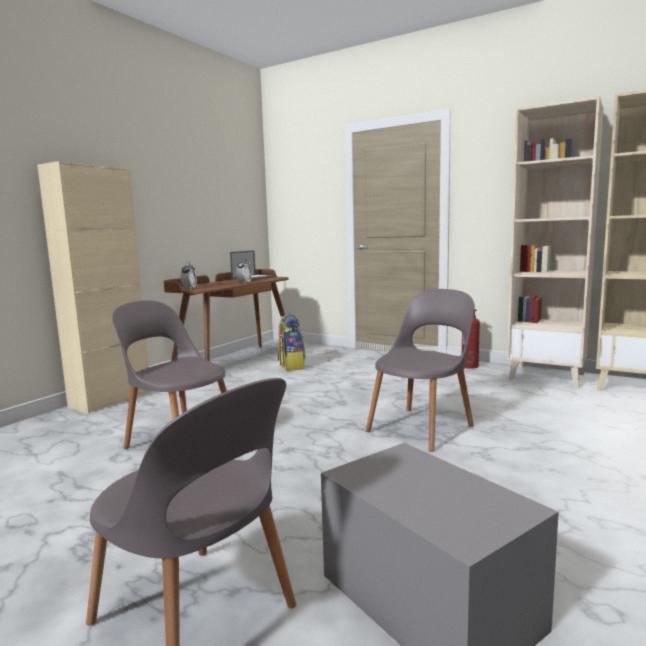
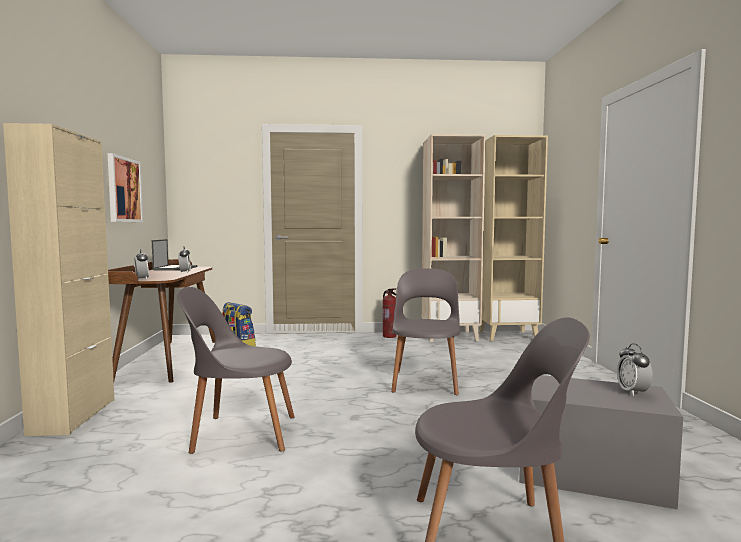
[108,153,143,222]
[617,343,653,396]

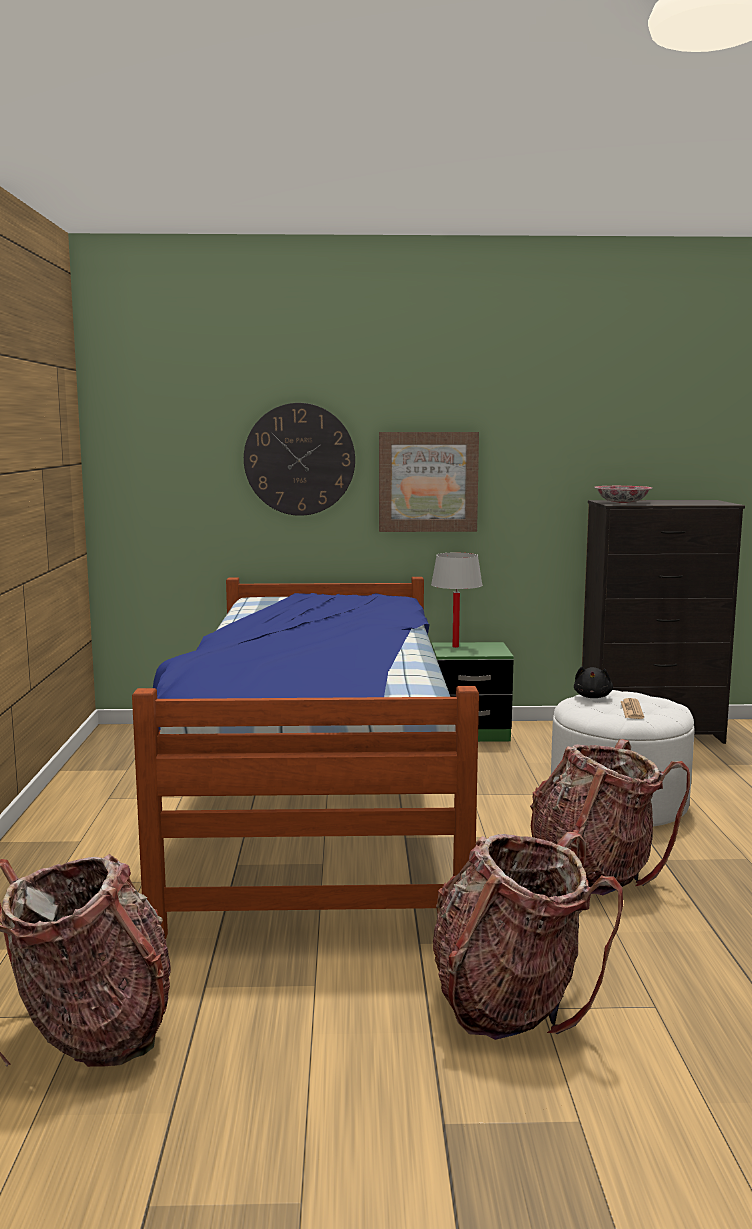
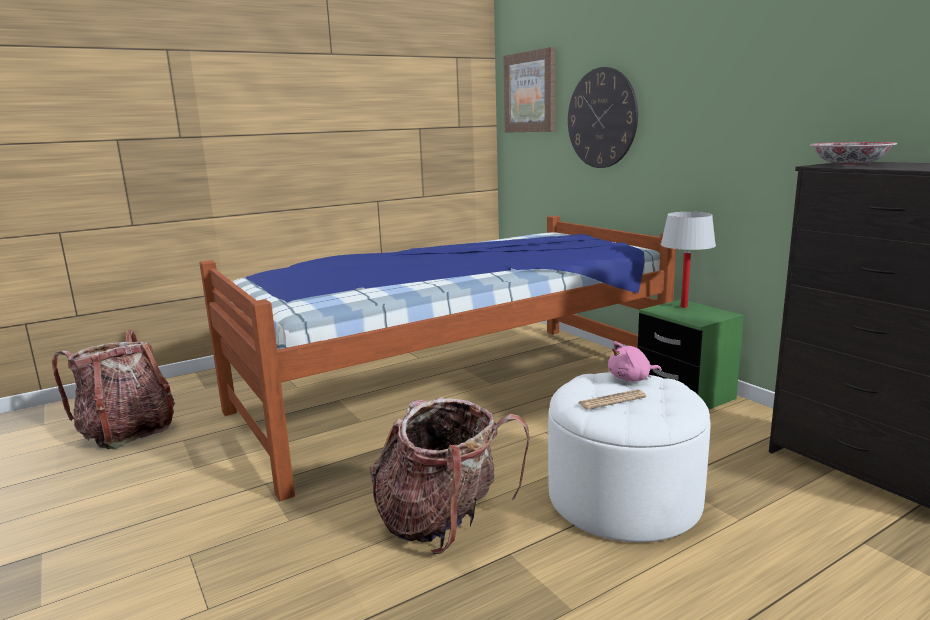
[433,832,623,1040] (first image)
[503,47,555,133]
[608,341,662,382]

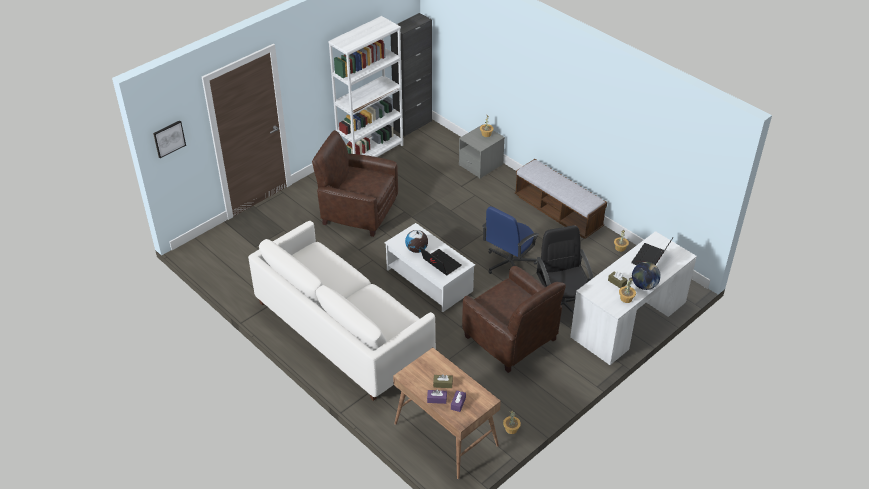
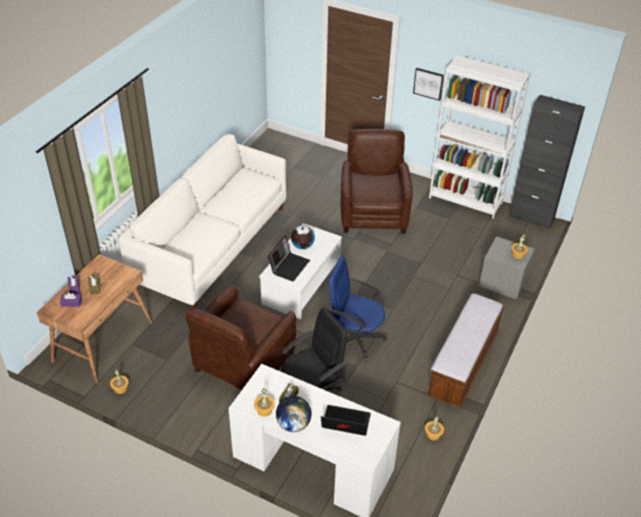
[413,68,444,101]

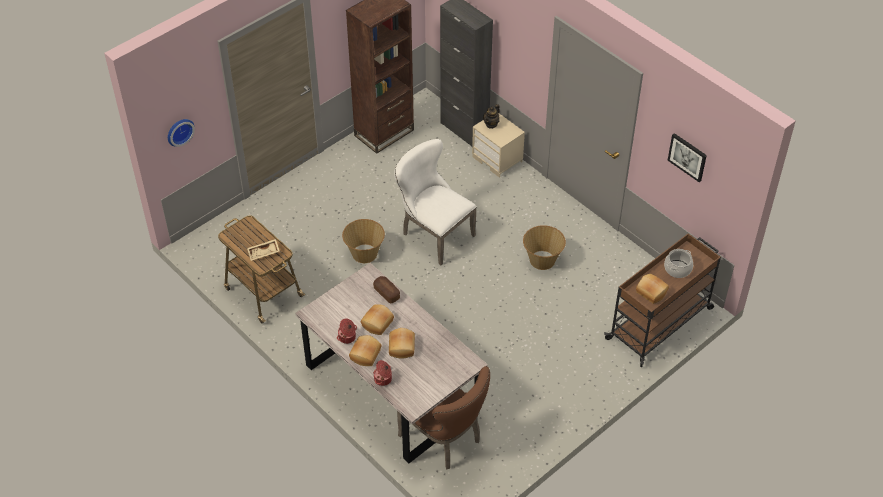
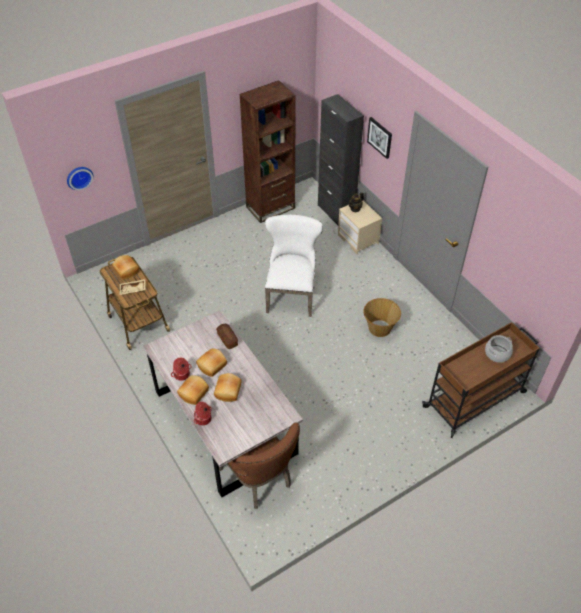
[342,219,385,263] (first image)
[112,255,139,279]
[367,117,392,159]
[265,215,323,317]

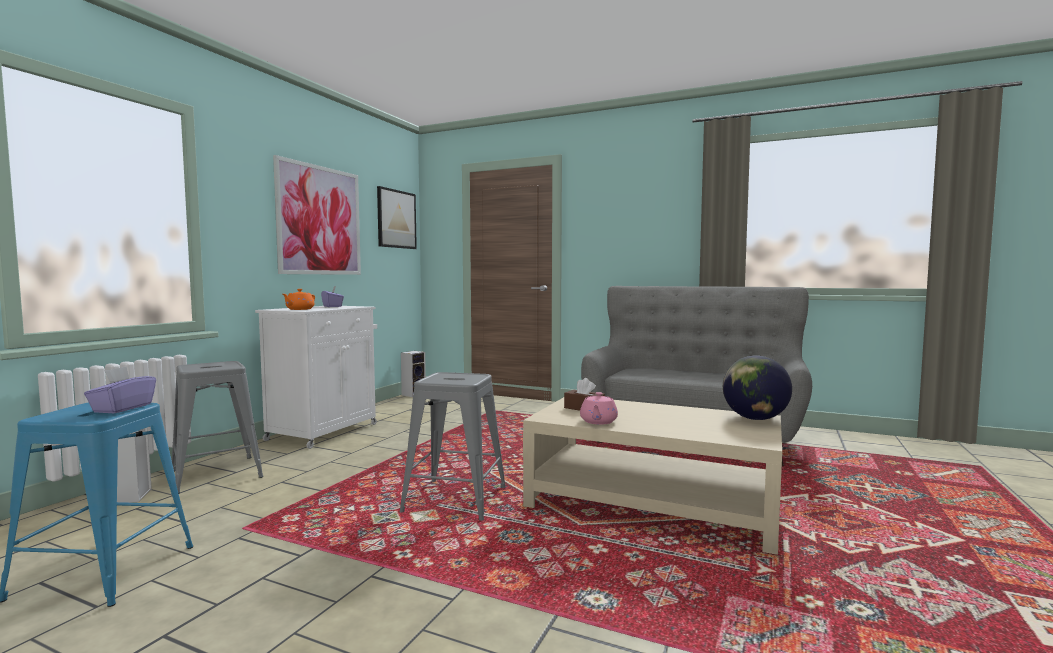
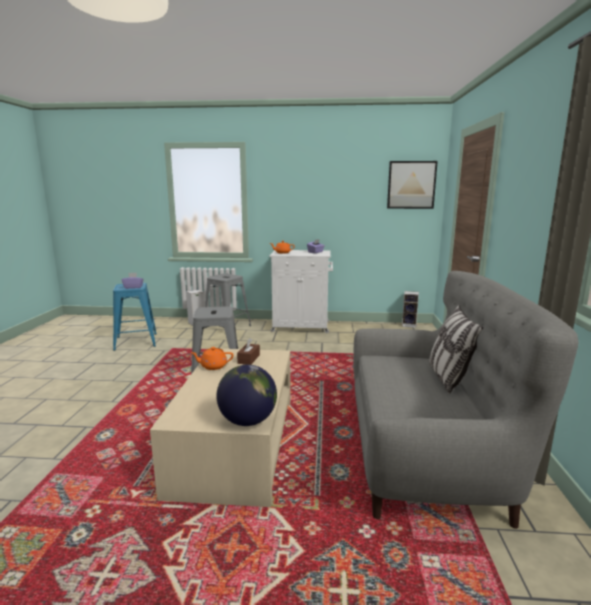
[273,155,361,275] (first image)
[429,305,483,393]
[190,347,233,370]

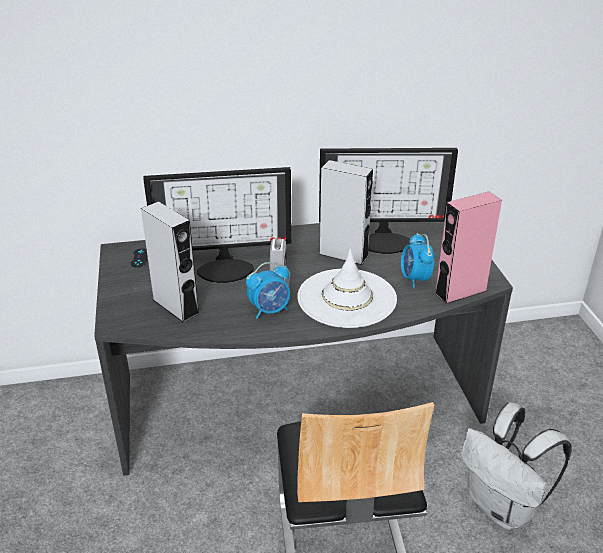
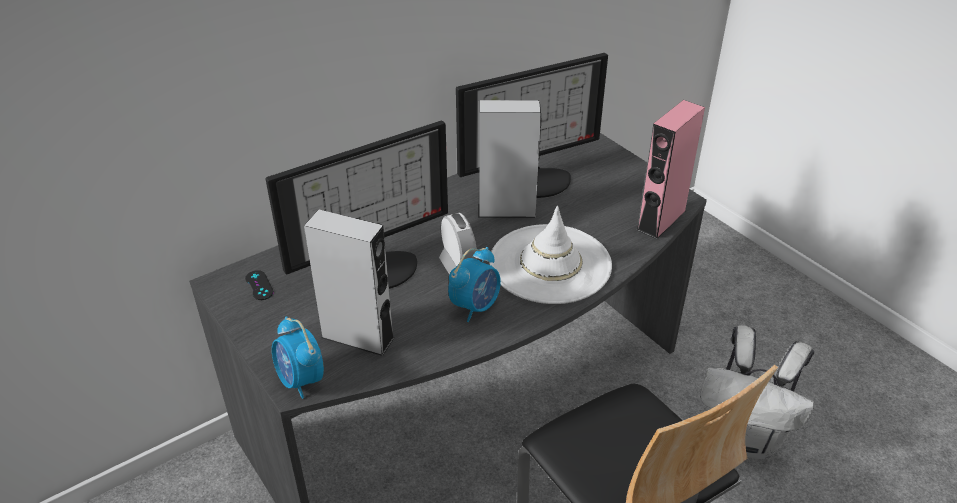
[272,316,324,399]

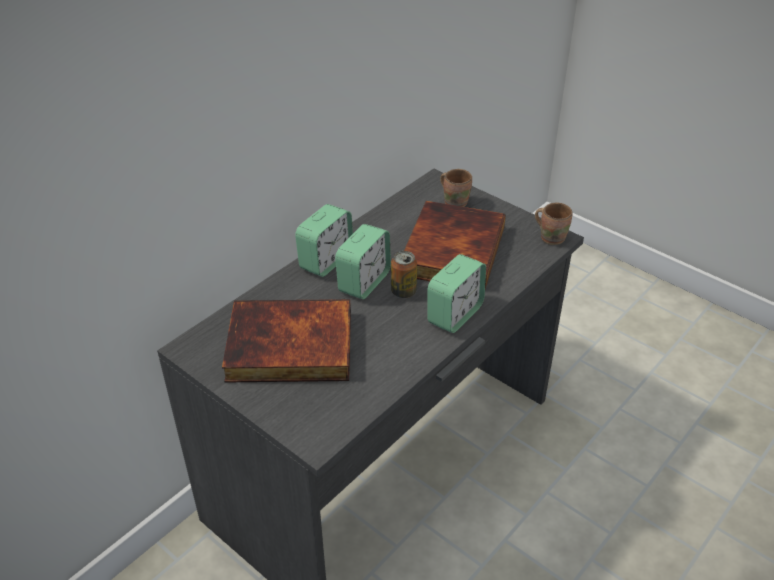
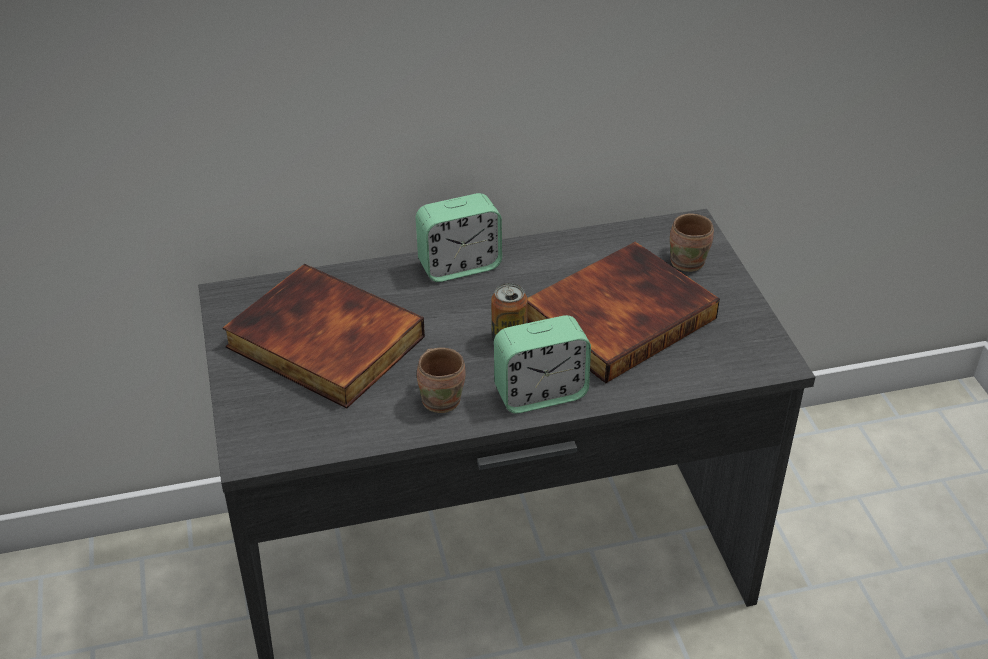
[335,224,391,299] (first image)
[417,347,466,413]

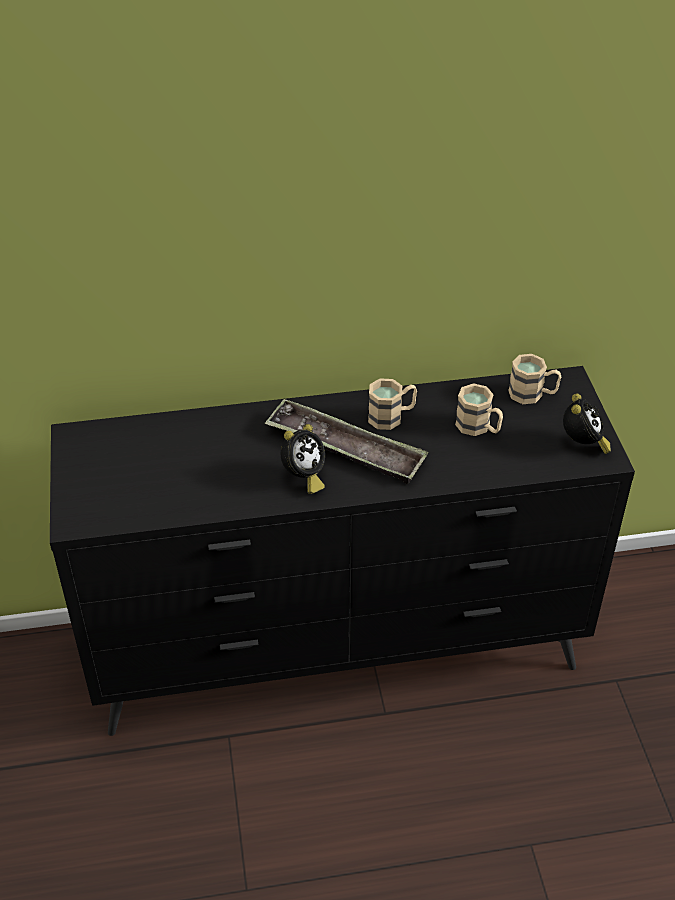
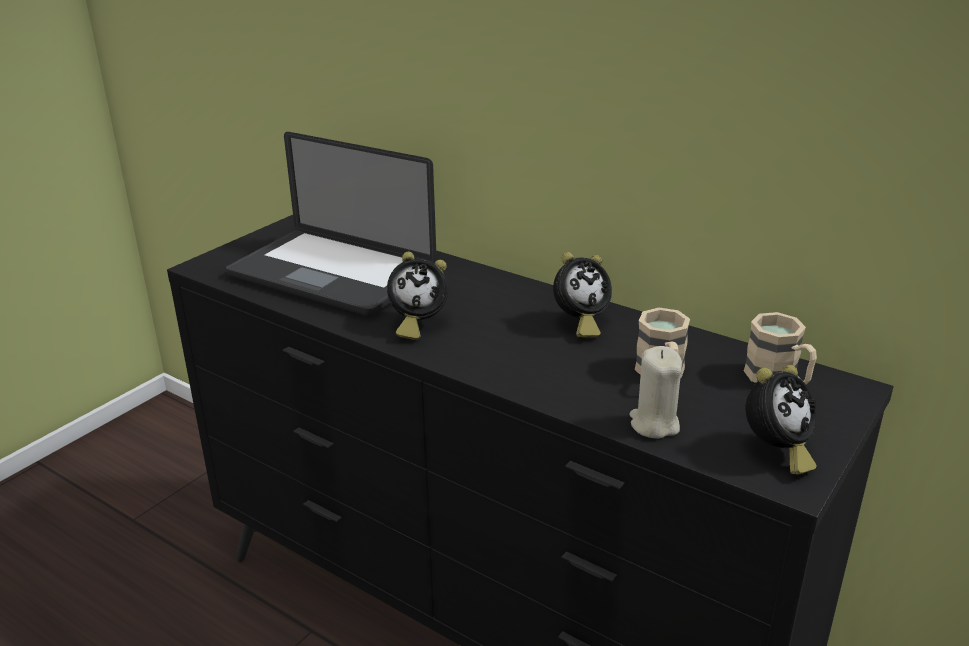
[265,399,428,484] (first image)
[226,132,437,317]
[630,346,682,439]
[553,252,612,337]

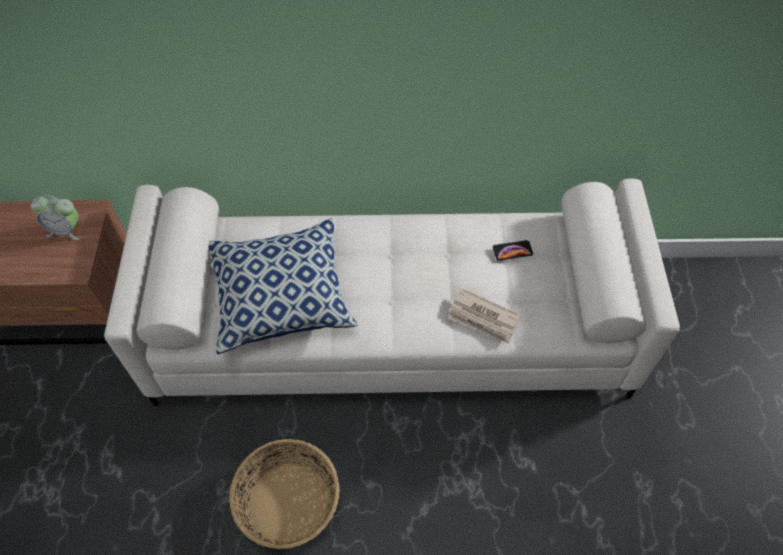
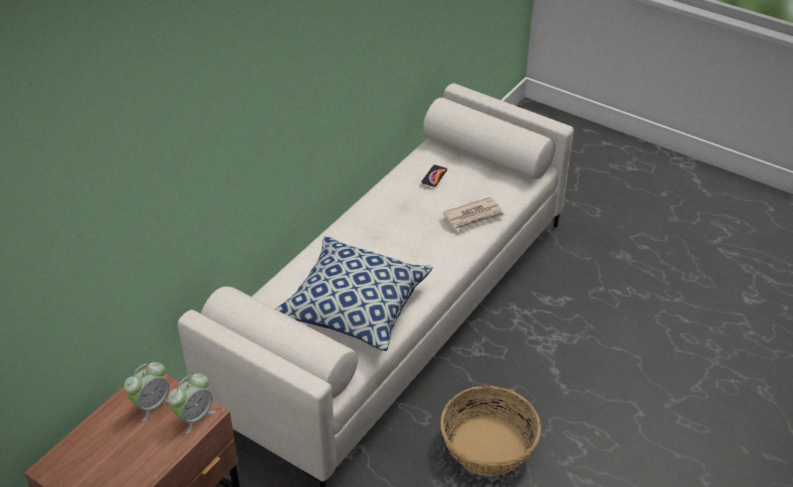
[168,374,216,434]

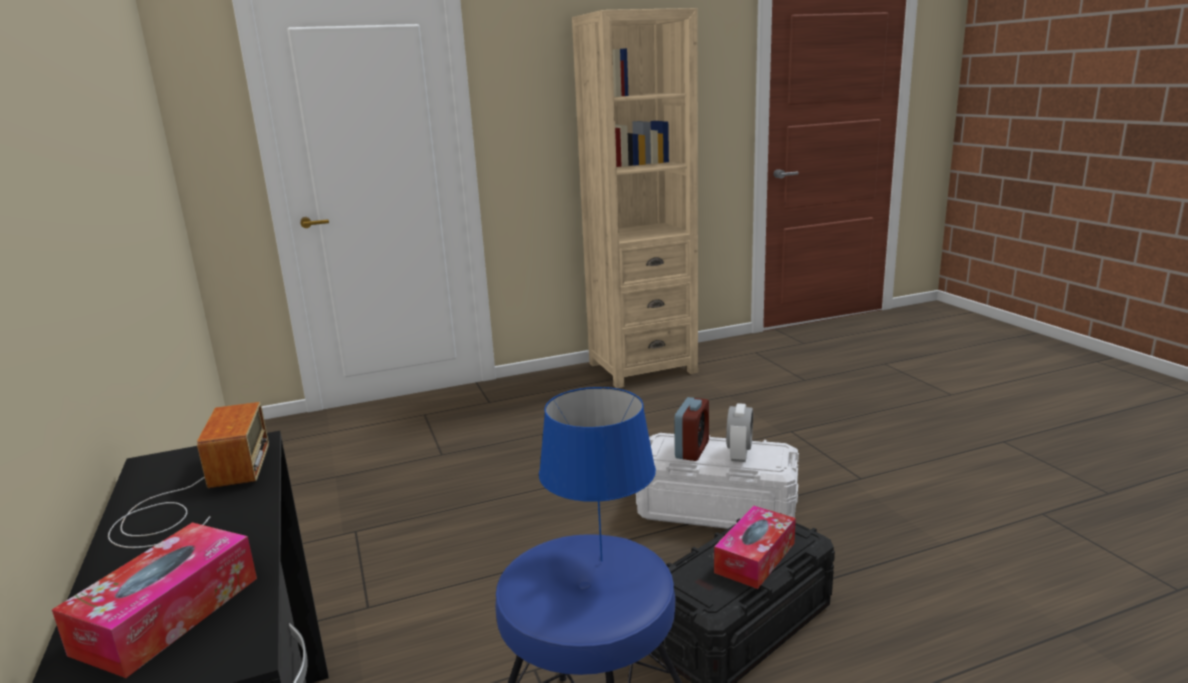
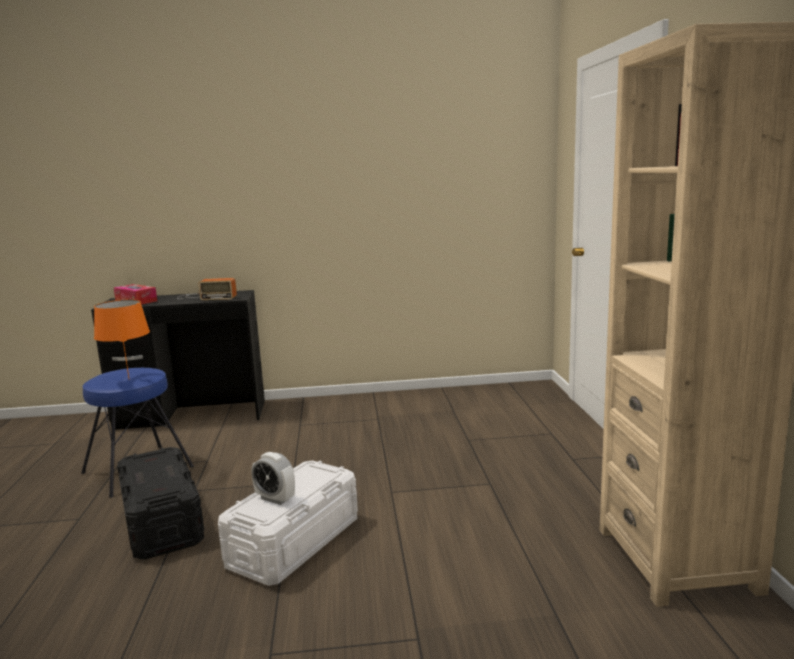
[674,397,709,461] (first image)
[714,506,796,589] (first image)
[94,299,150,378]

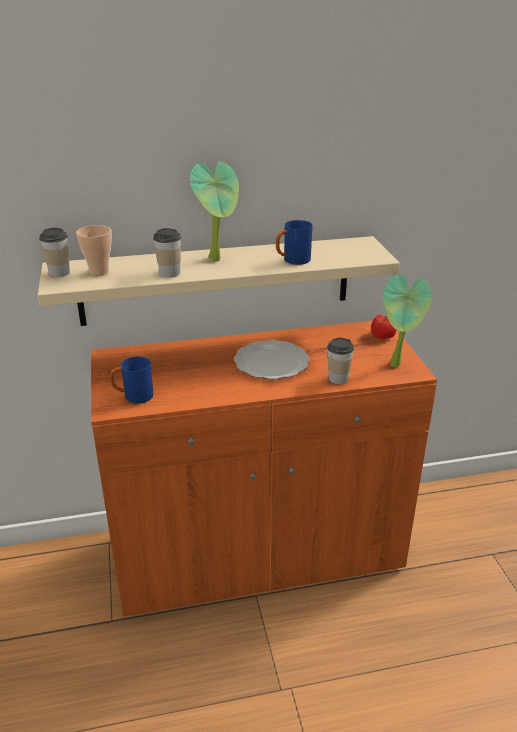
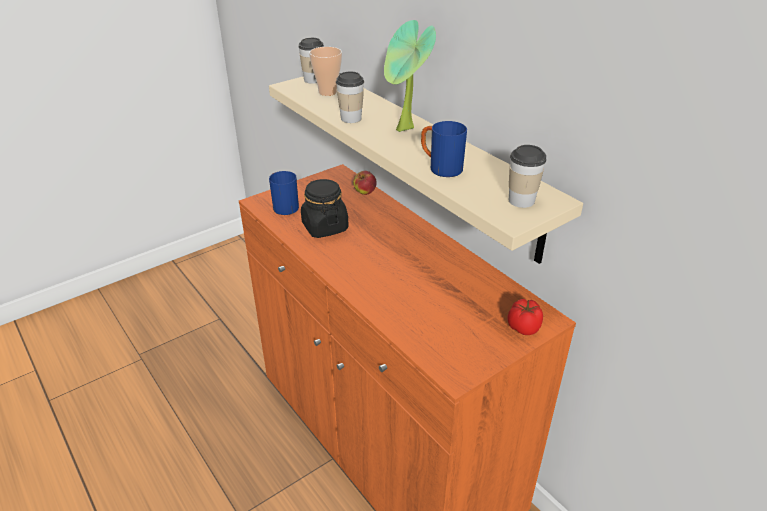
[234,340,310,380] (first image)
[383,275,432,368] (first image)
[301,179,349,238]
[353,171,376,195]
[509,145,547,208]

